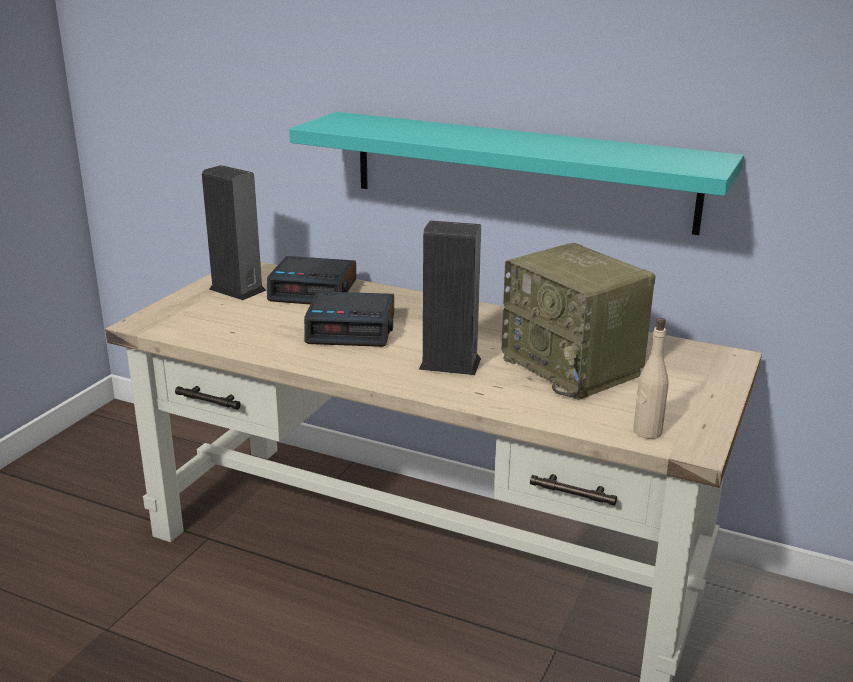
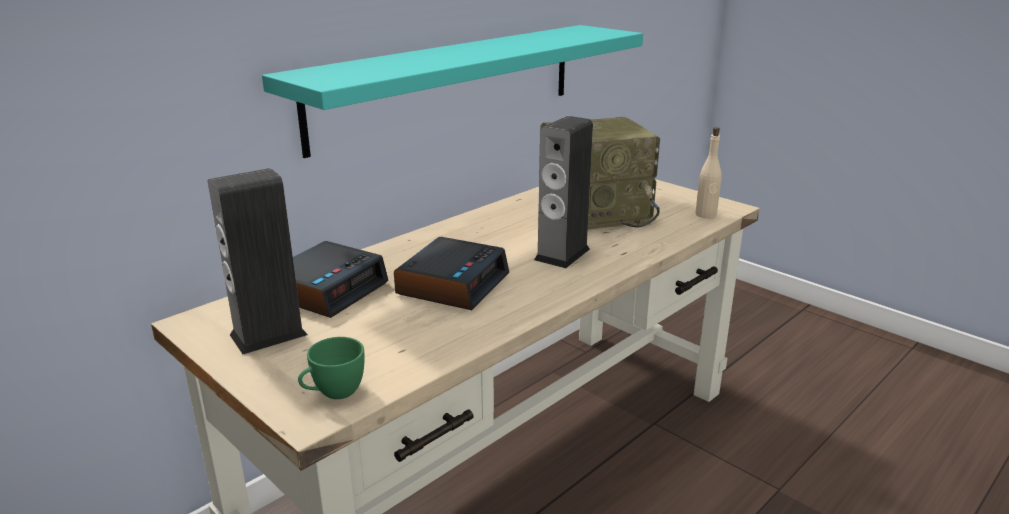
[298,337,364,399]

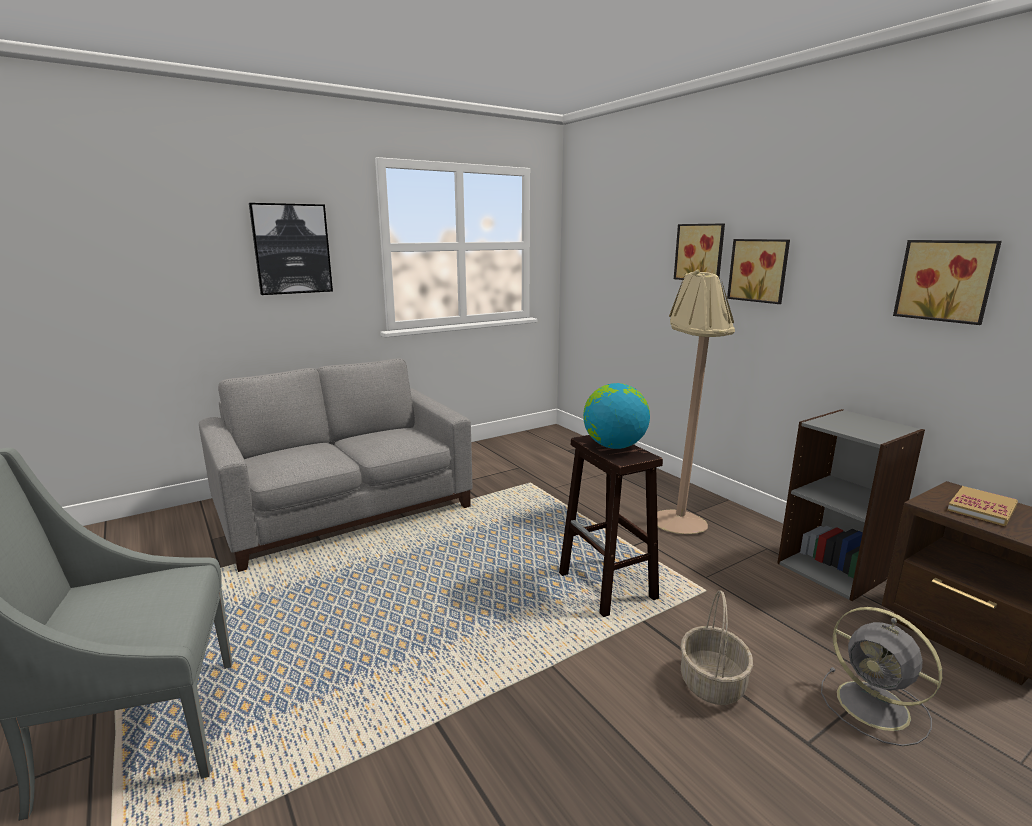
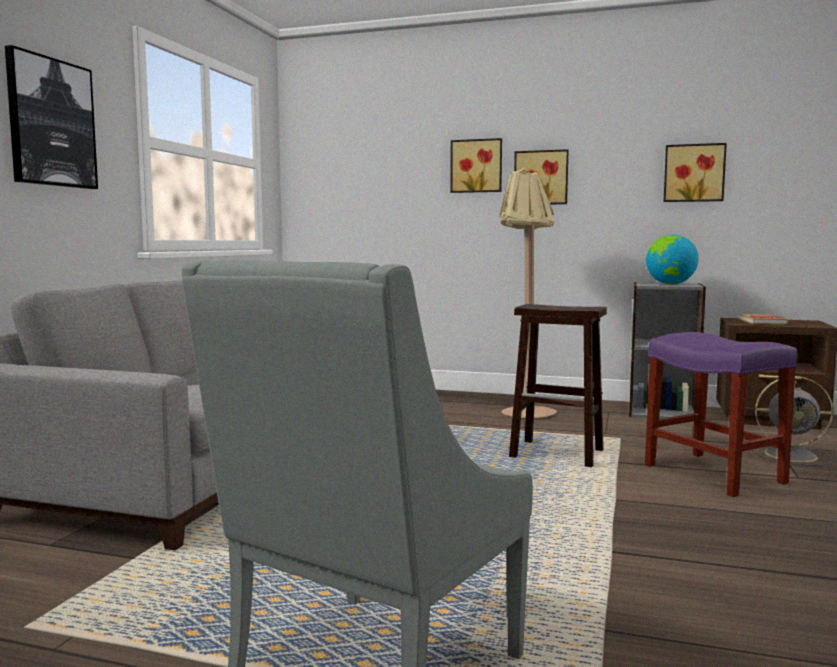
[646,235,699,284]
[645,332,798,497]

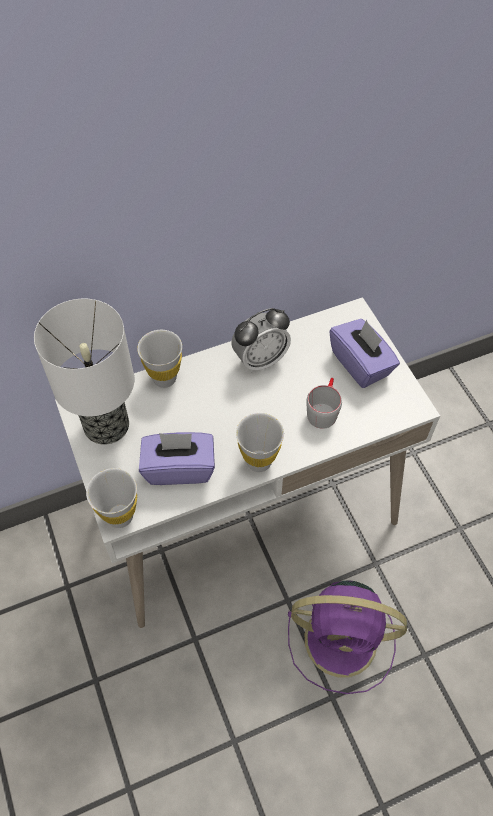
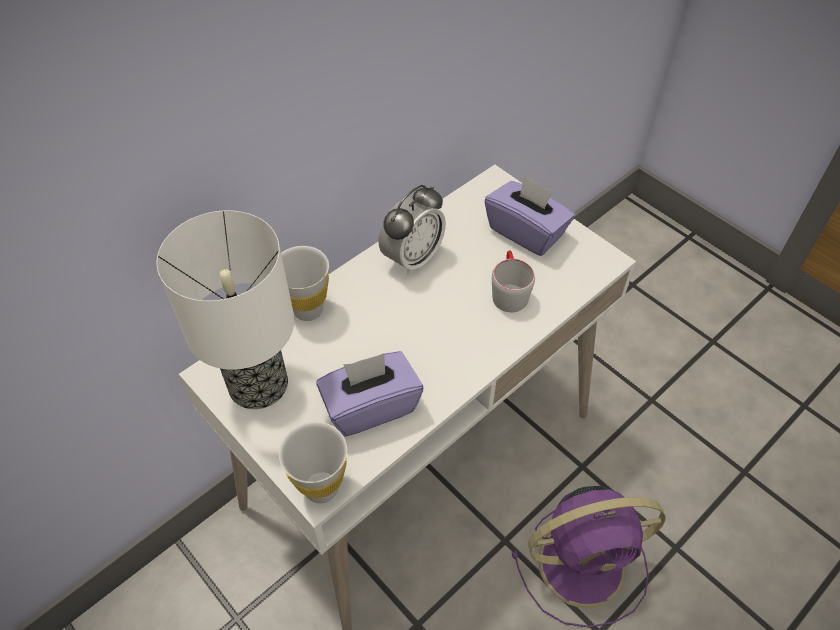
[236,413,284,472] (first image)

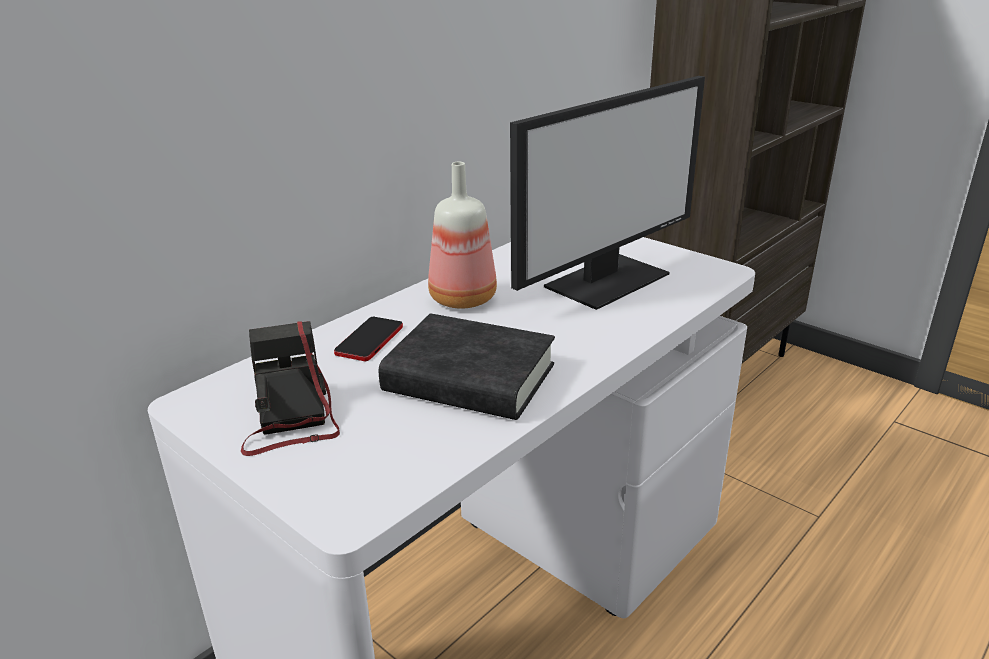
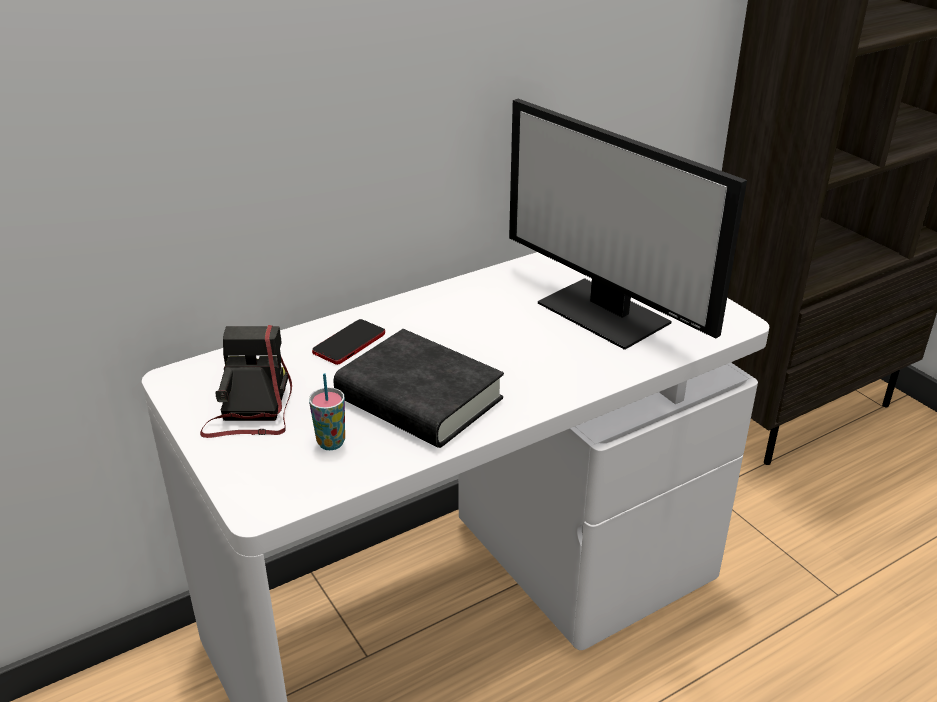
[428,162,497,309] (first image)
[309,373,345,450]
[509,99,747,350]

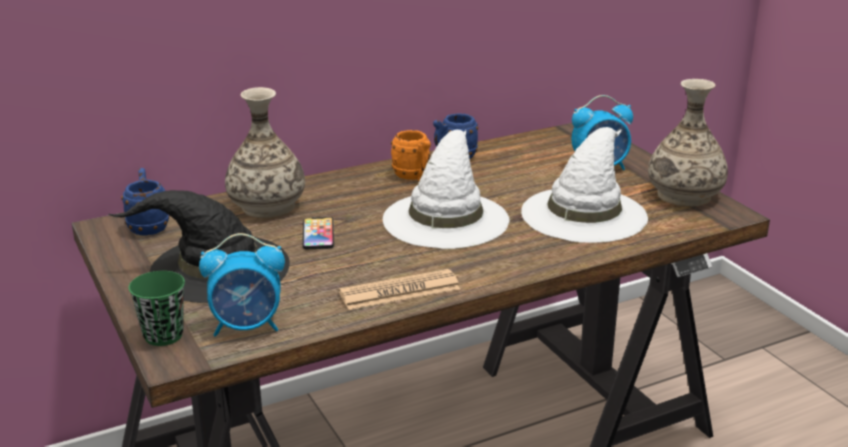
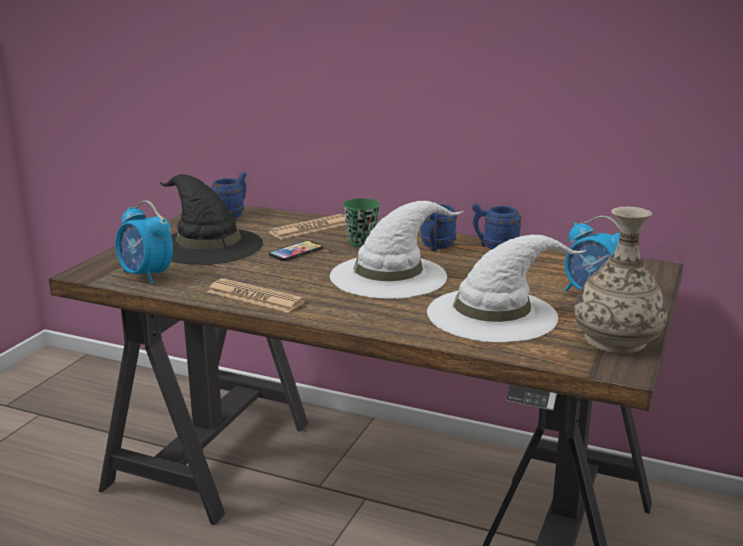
[343,198,380,248]
[268,214,346,239]
[420,204,457,251]

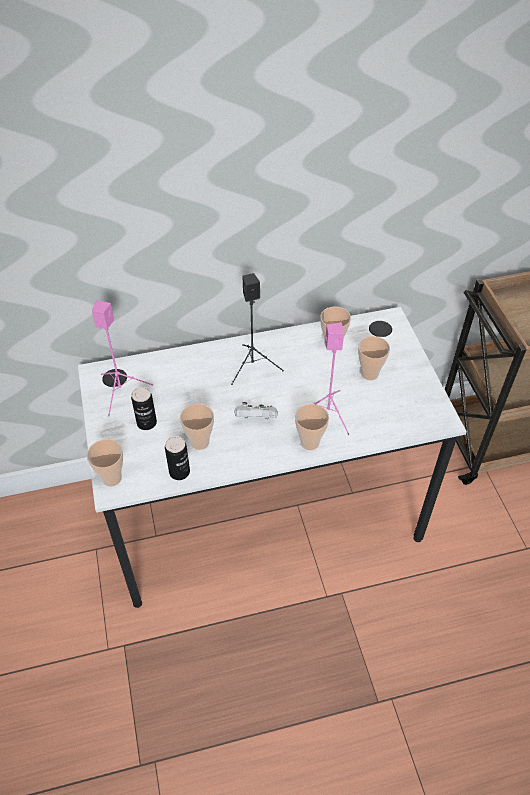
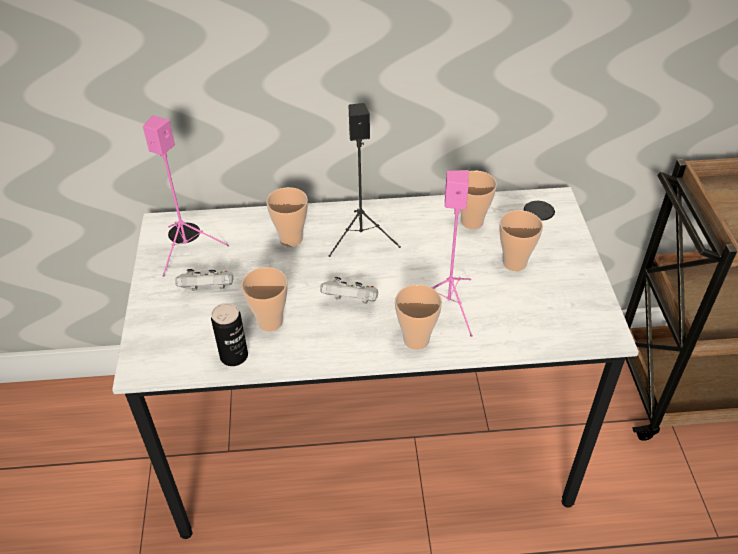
[266,187,308,247]
[175,269,234,291]

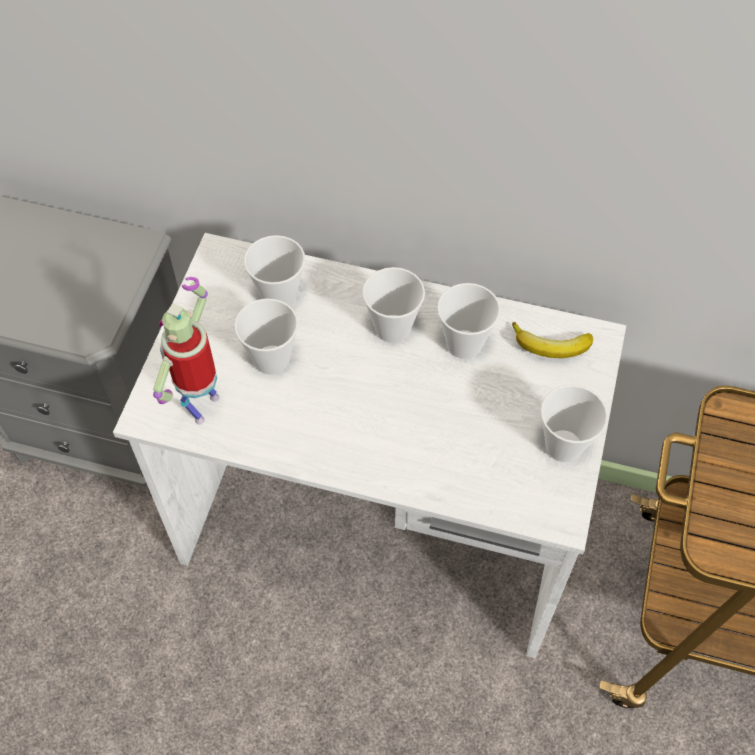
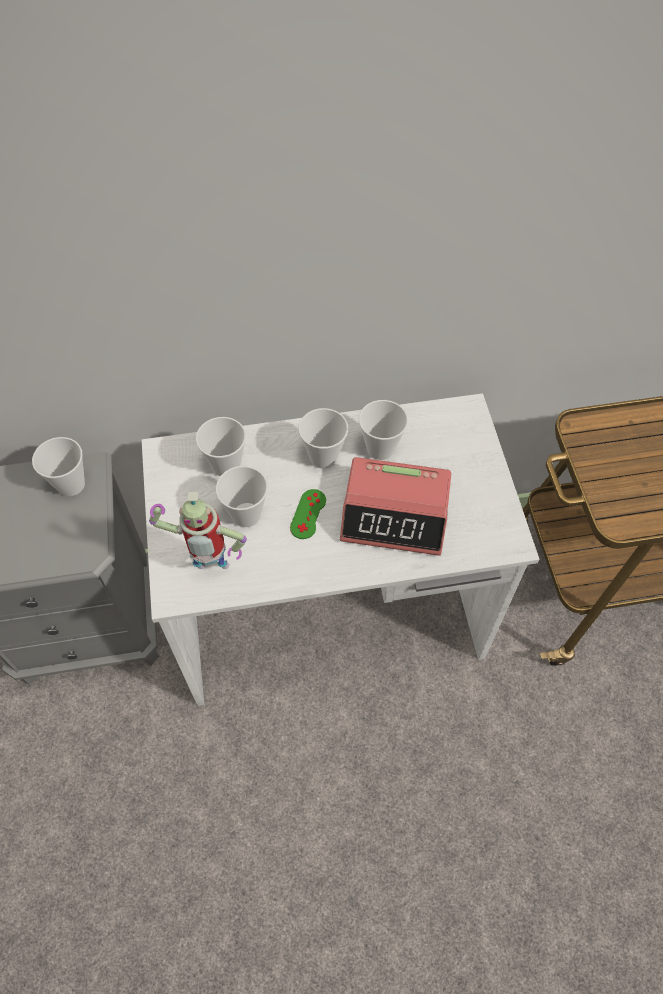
[512,322,593,358] (first image)
[290,489,326,539]
[340,457,451,556]
[32,437,85,496]
[149,492,247,569]

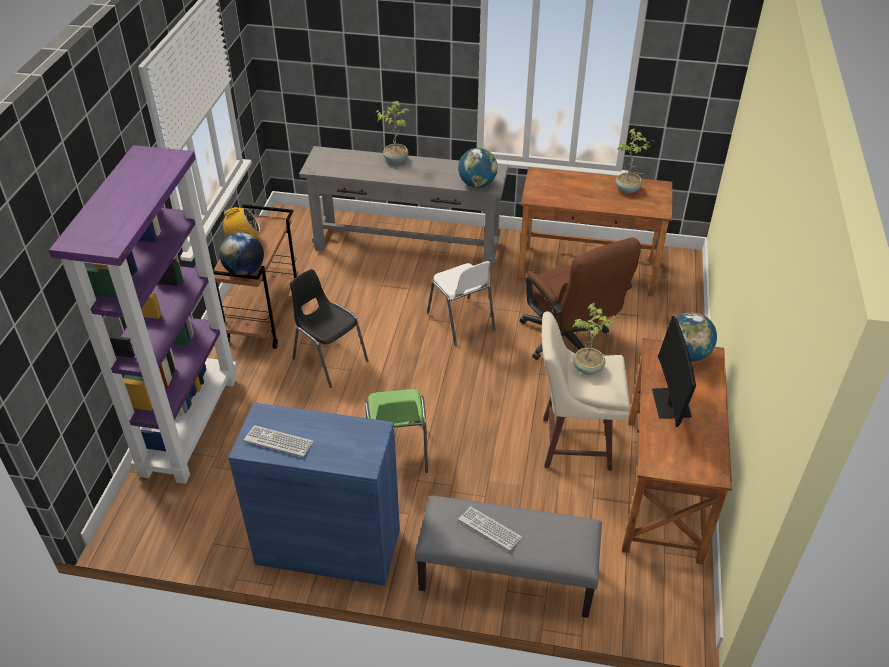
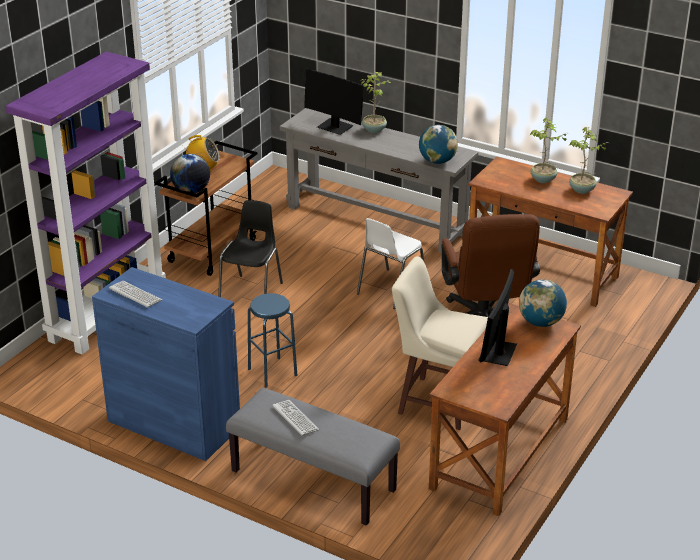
[304,69,364,135]
[530,117,569,183]
[248,293,297,388]
[218,200,283,297]
[357,218,425,309]

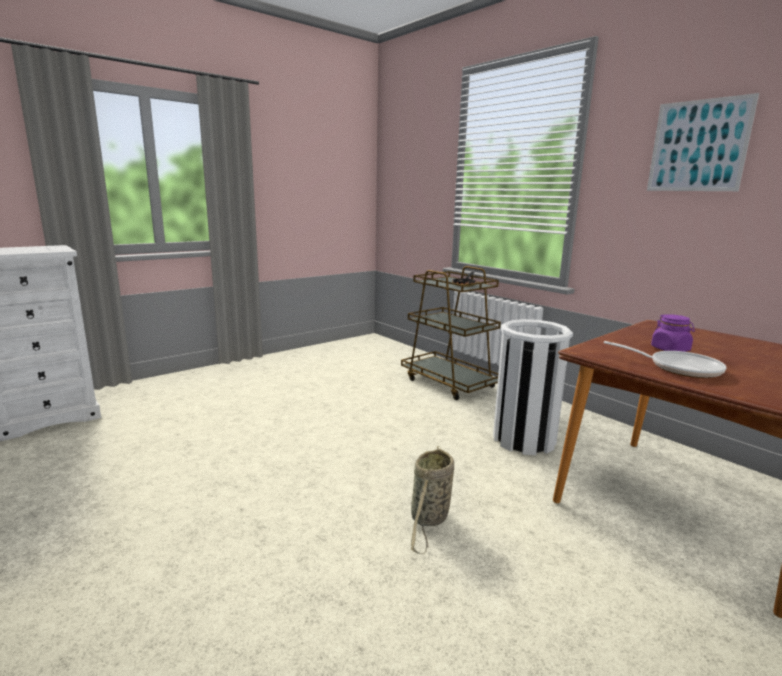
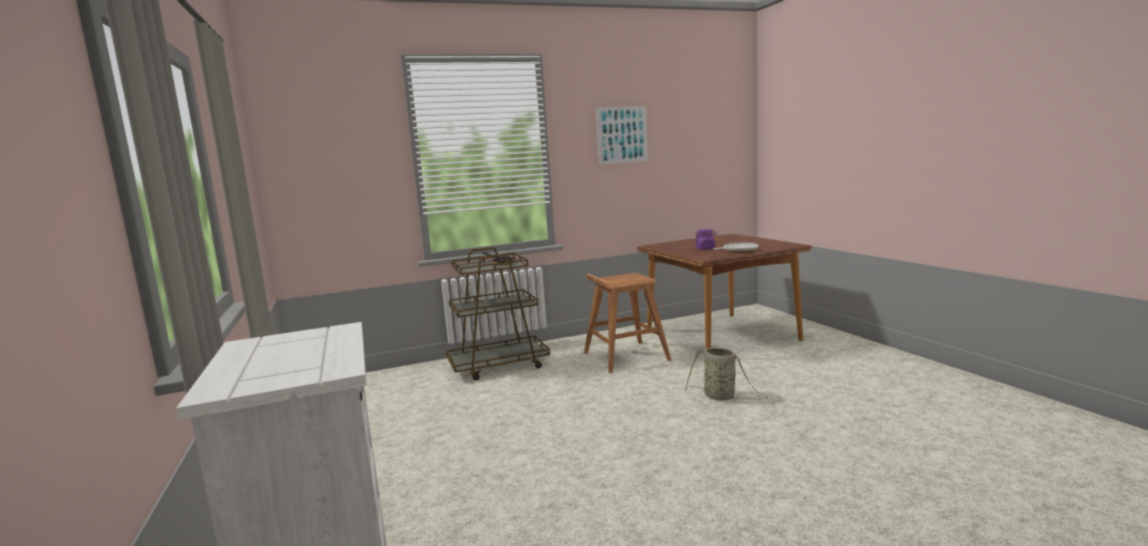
[584,273,672,373]

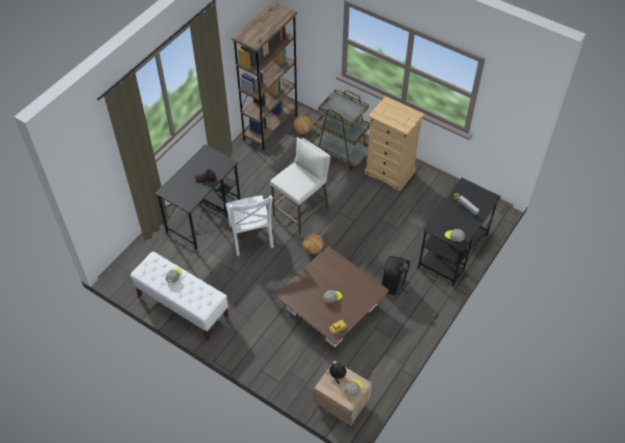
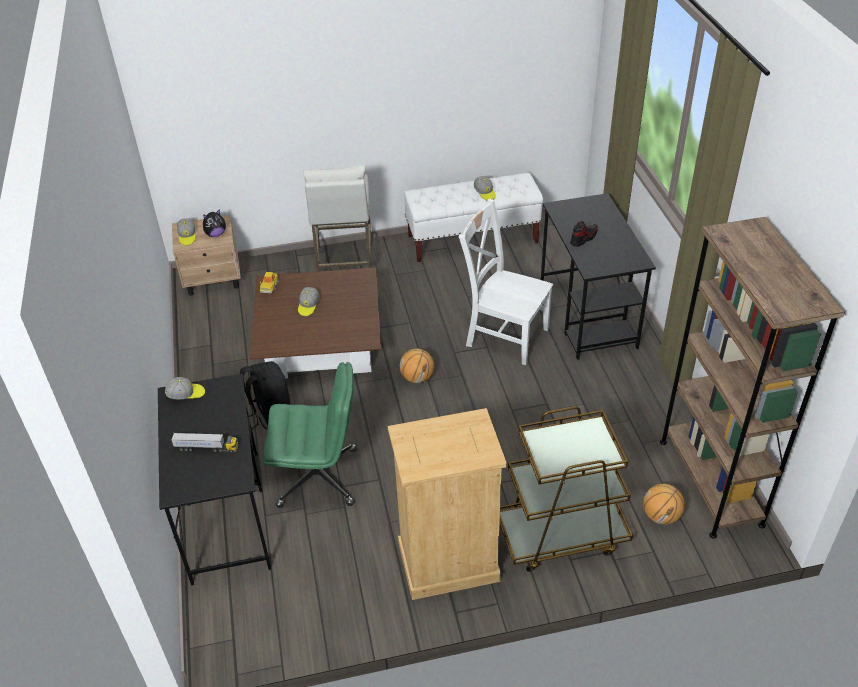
[263,362,357,508]
[303,165,372,271]

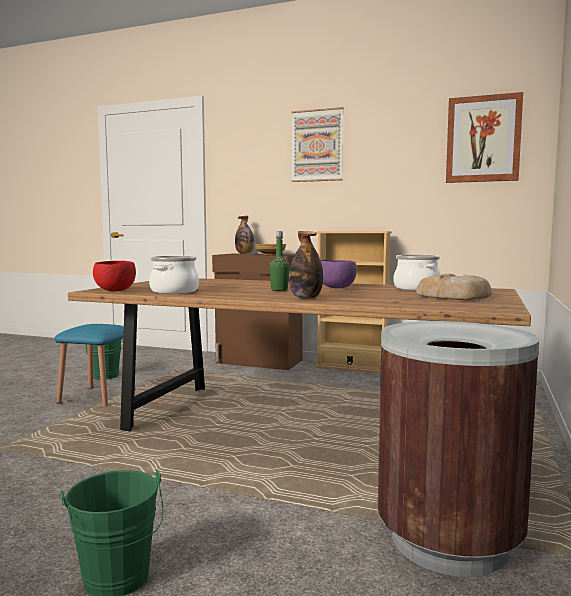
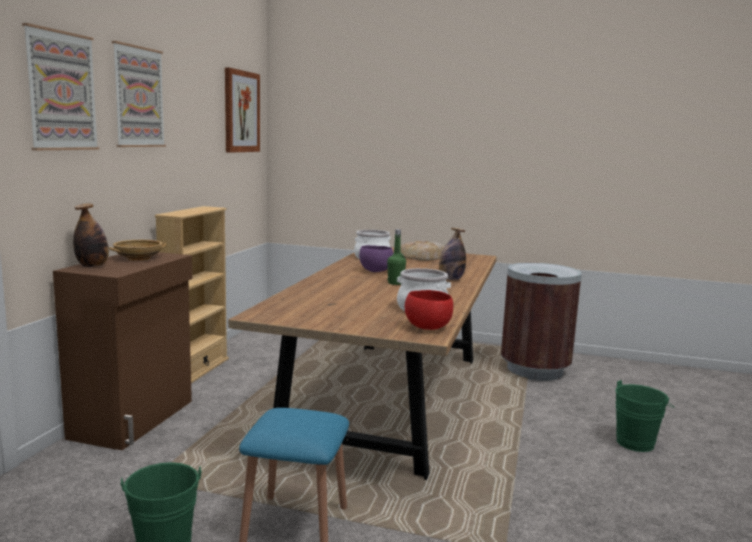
[22,23,99,150]

